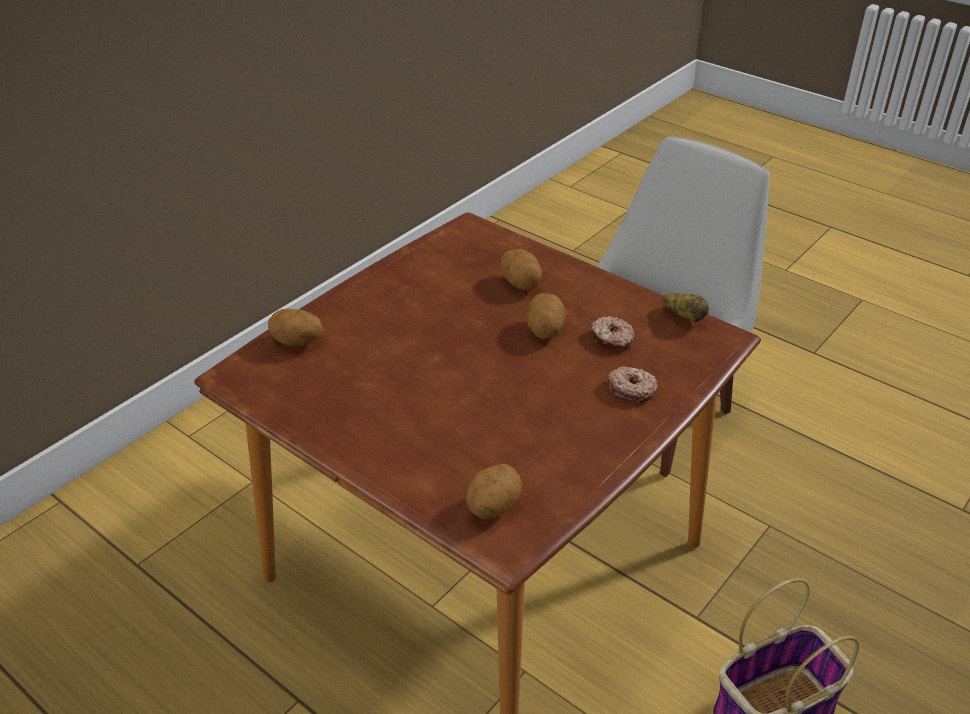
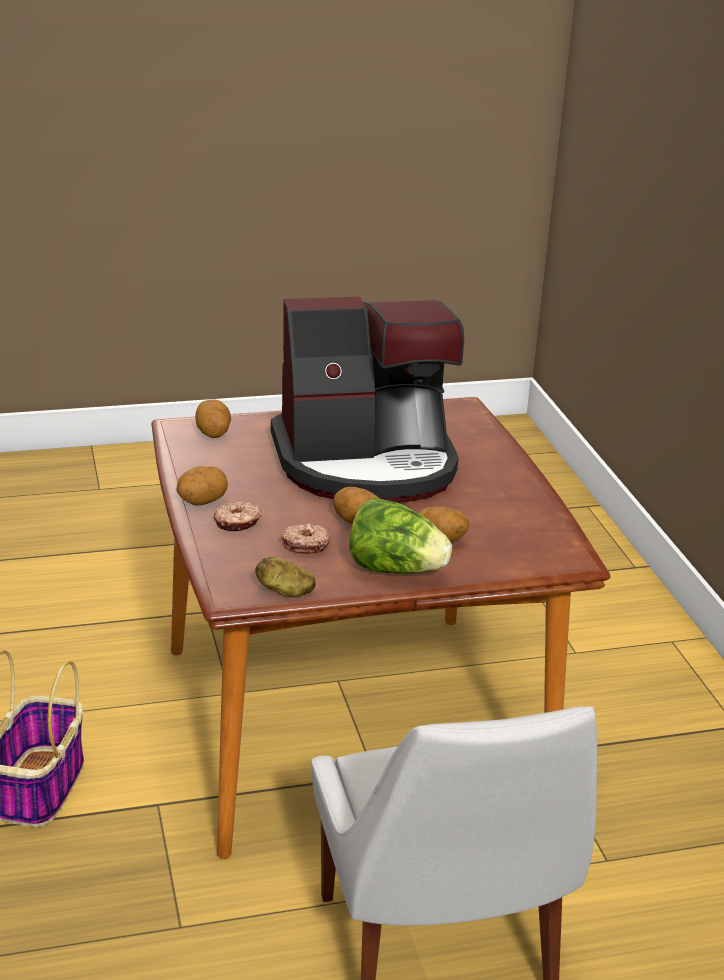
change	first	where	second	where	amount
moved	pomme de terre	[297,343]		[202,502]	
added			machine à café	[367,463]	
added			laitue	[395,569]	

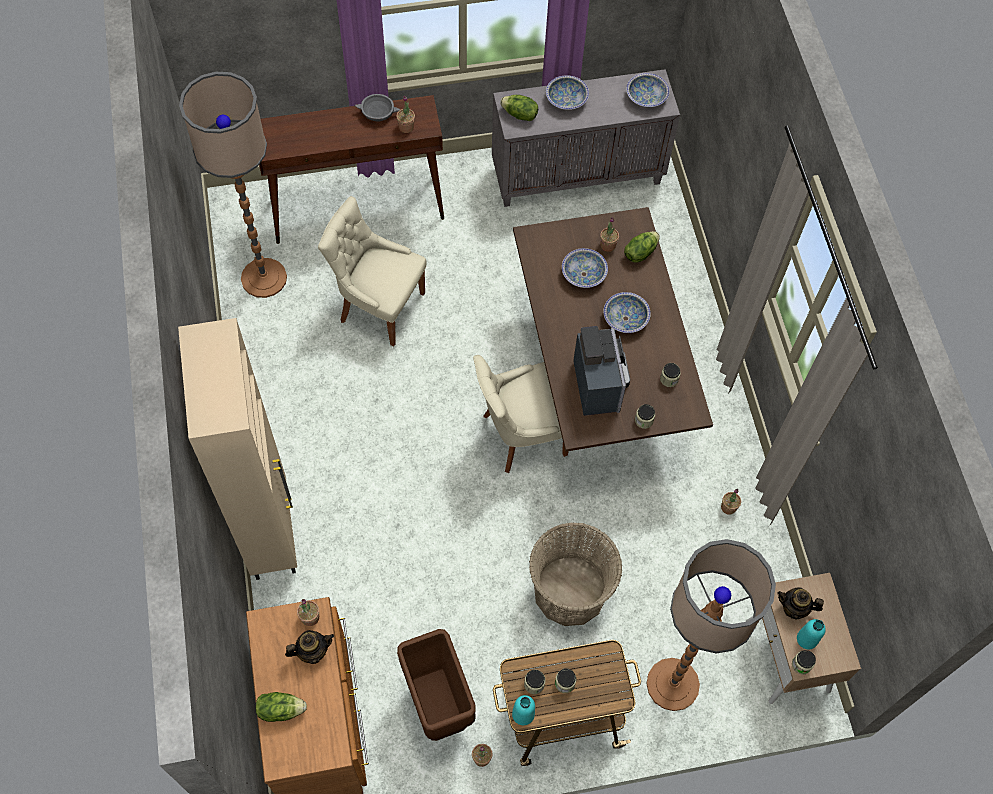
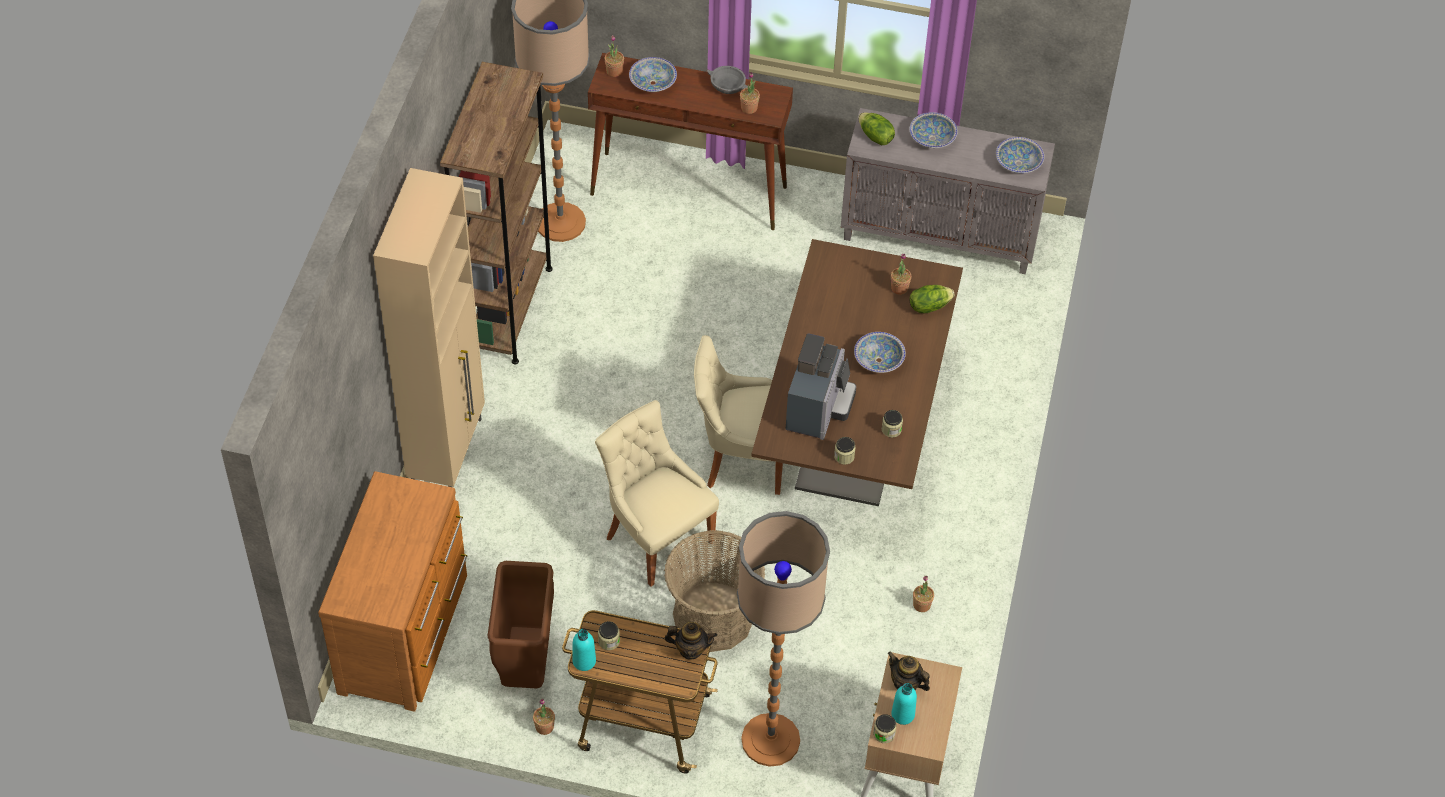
change	first	where	second	where	amount
removed	laitue	[281,709]			
moved	théière	[312,651]		[690,649]	
moved	plante en pot	[310,617]		[614,71]	
moved	chaise (beige)	[379,306]		[656,537]	
removed	bocal	[565,683]			
moved	bol	[583,274]		[653,83]	
added			bibliothèque (marron)	[508,309]	

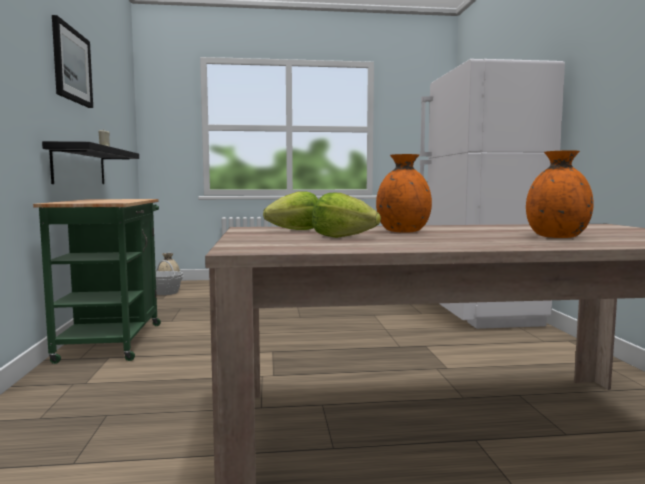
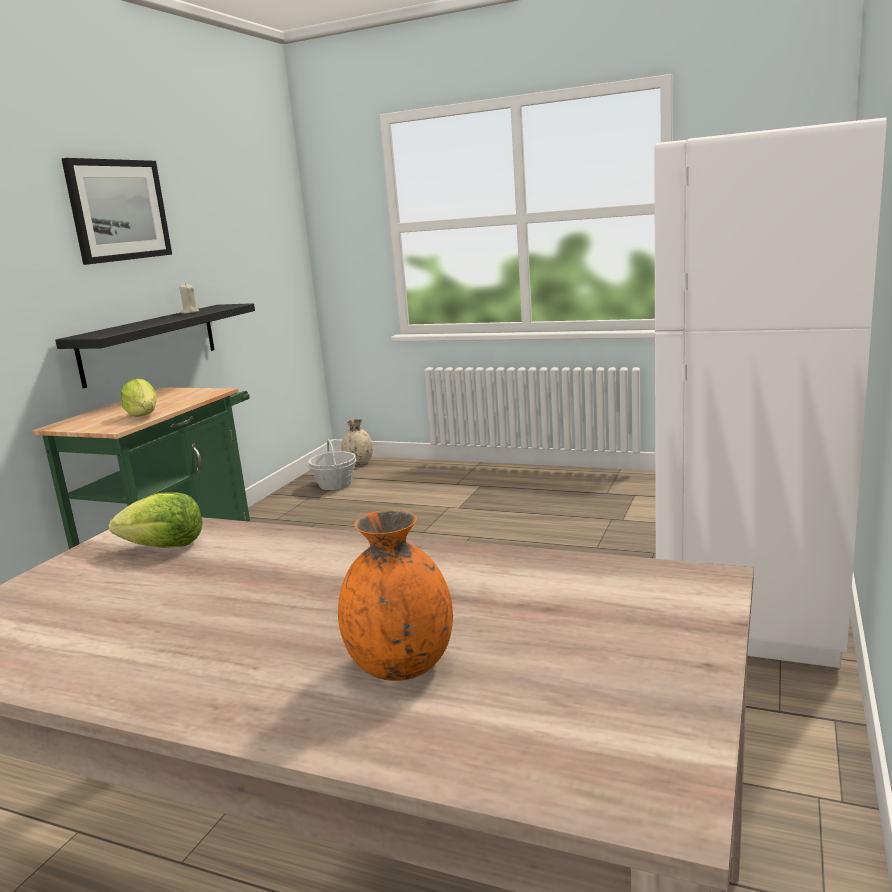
change	first	where	second	where	amount
moved	laitue	[342,237]		[144,415]	
removed	vase (orange)	[402,231]			

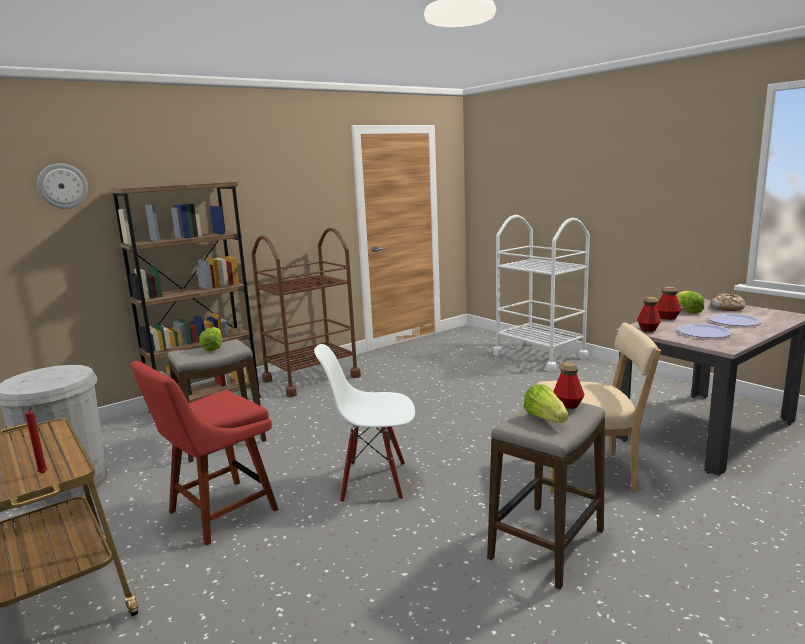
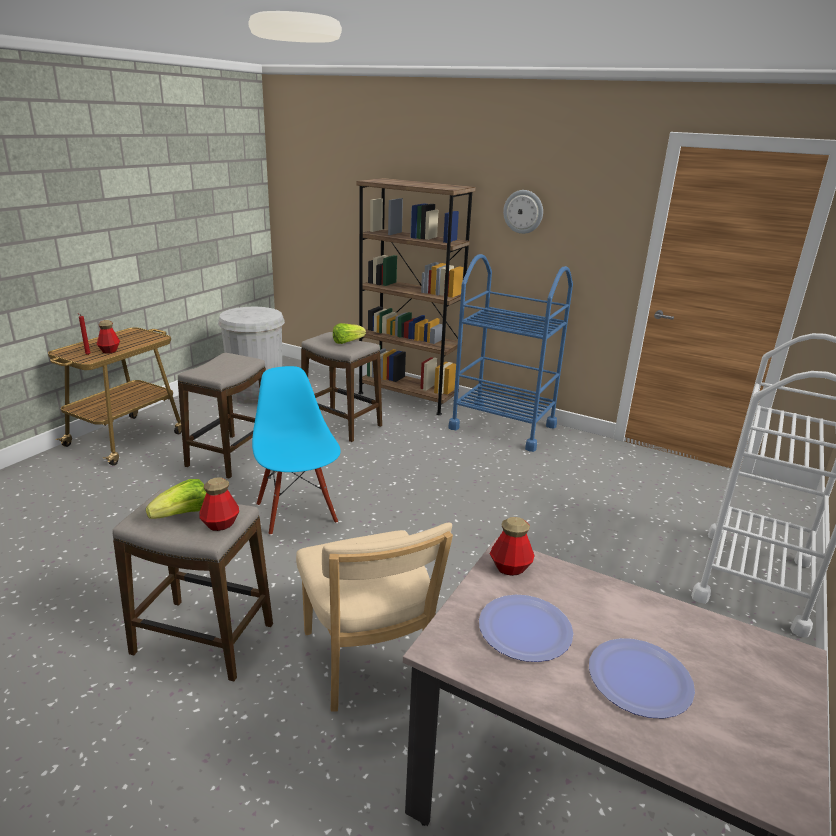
change	first	where	second	where	amount
moved	horloge murale	[62,186]		[523,211]	
replaced	chaise (rouge)	[217,513]	tabouret	[230,456]	
recoloured	chariot (marron)	[311,378]	chariot (bleu)	[503,427]	
recoloured	chaise (blanc)	[373,481]	chaise (bleu)	[298,513]	
moved	bouteille	[667,318]		[109,351]	
removed	laitue	[687,311]			
removed	pain	[727,308]			

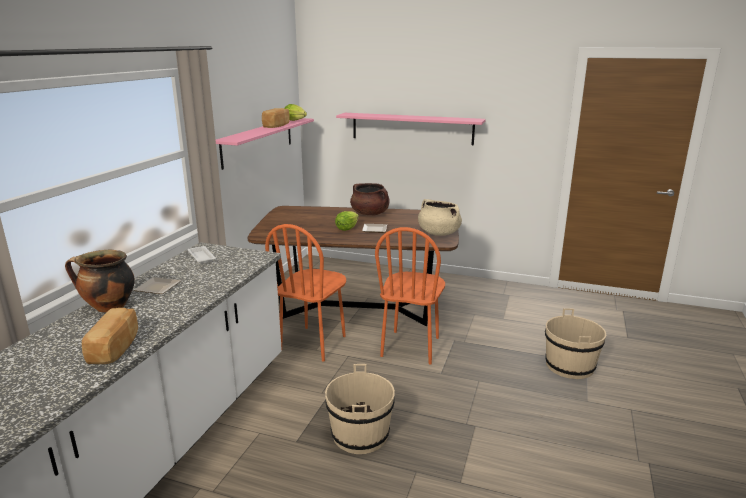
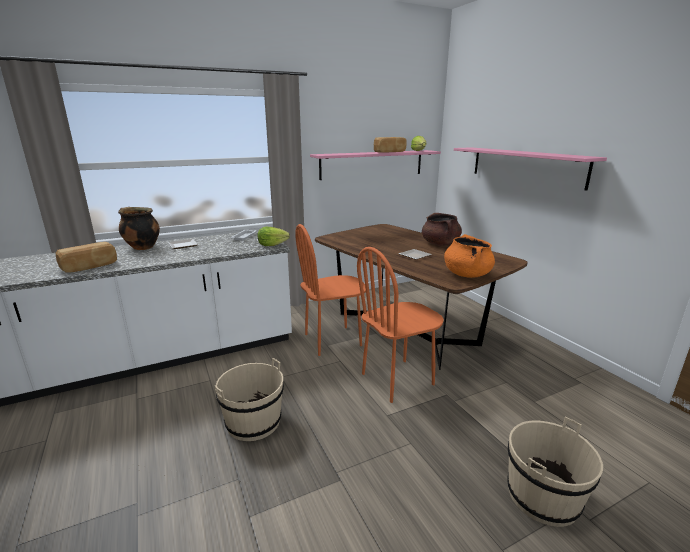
change	first	where	second	where	amount
moved	laitue	[347,228]		[272,245]	
recoloured	marmite (beige)	[438,233]	marmite (orange)	[467,274]	

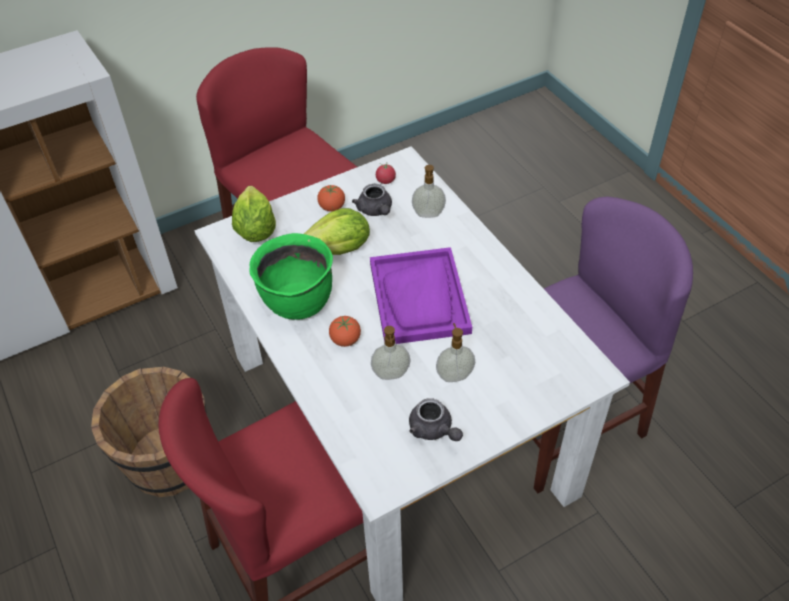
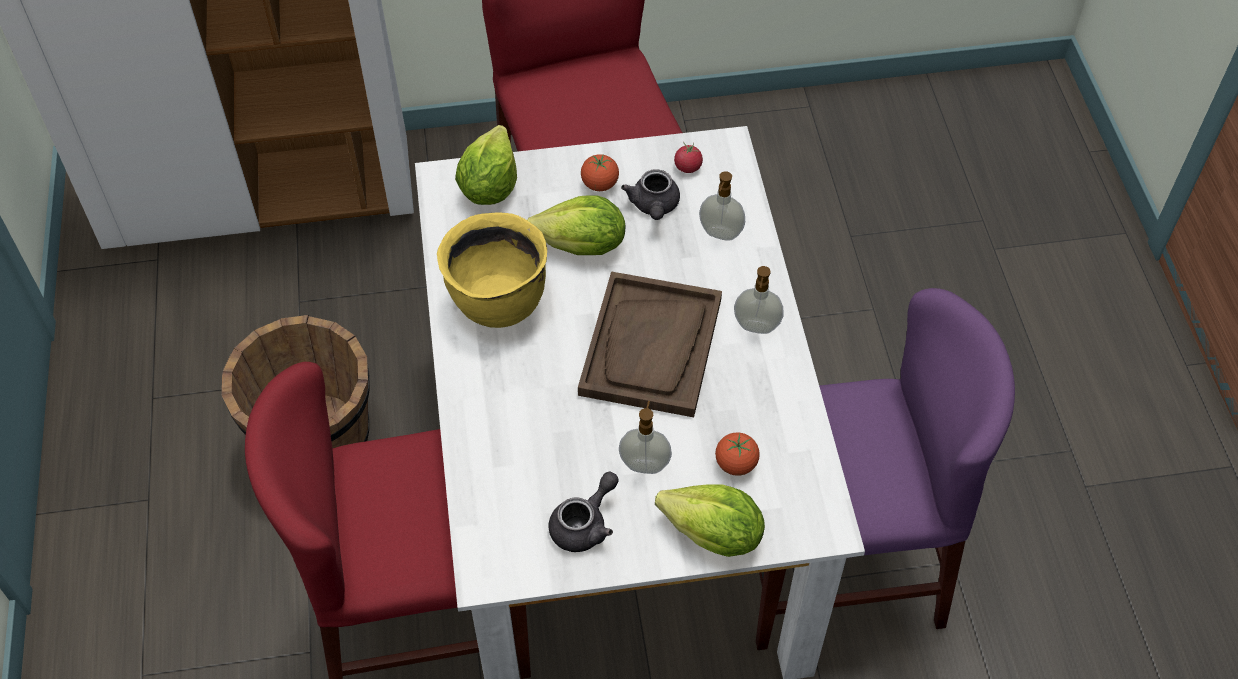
change	first	where	second	where	amount
recoloured	marmite (vert)	[297,302]	marmite (jaune)	[497,302]	
moved	tomate	[345,340]		[736,464]	
recoloured	plateau (violet)	[419,298]	plateau (marron)	[651,347]	
moved	distributeur de savon	[391,375]		[756,327]	
turned	théière (gris)	[433,430]		[585,524]	120 degrees counterclockwise
added			laitue	[713,536]	

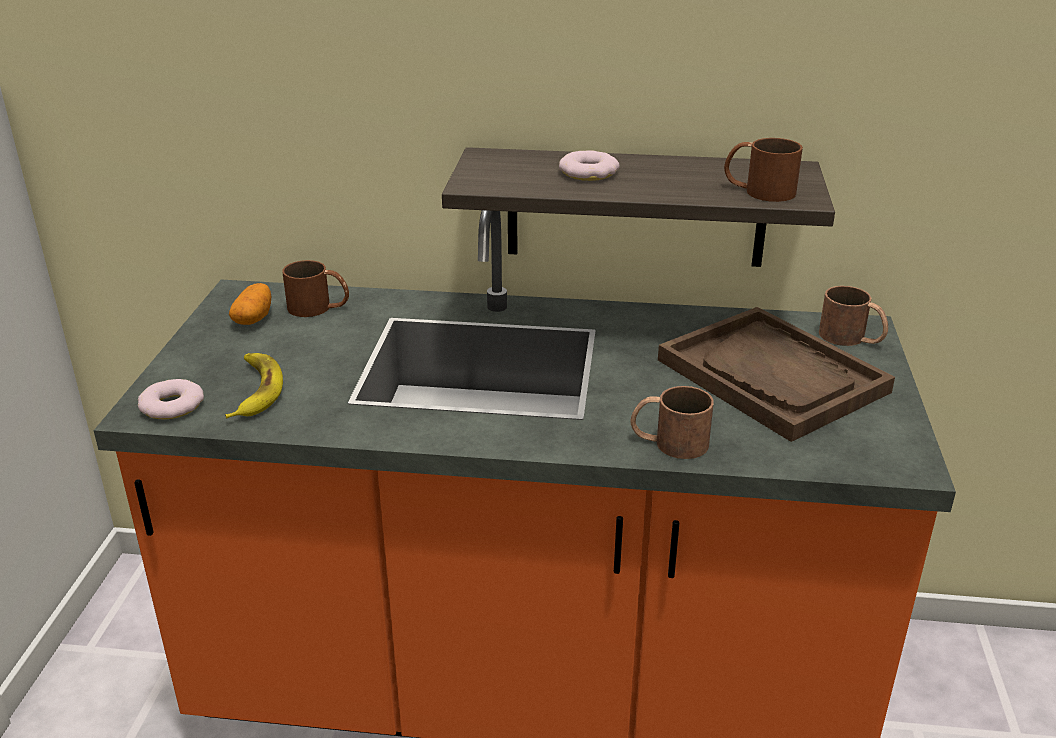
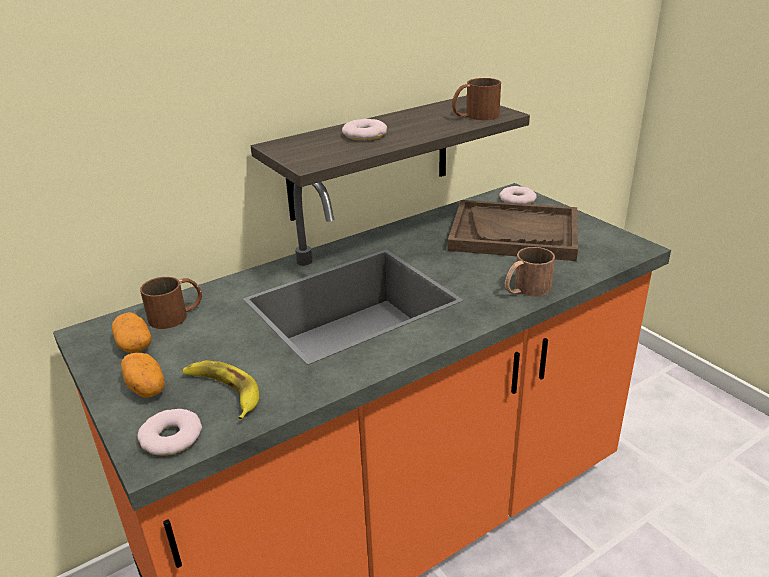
change	first	where	second	where	amount
replaced	mug (marron)	[852,338]	beignet	[517,200]	
added			pomme de terre	[146,387]	

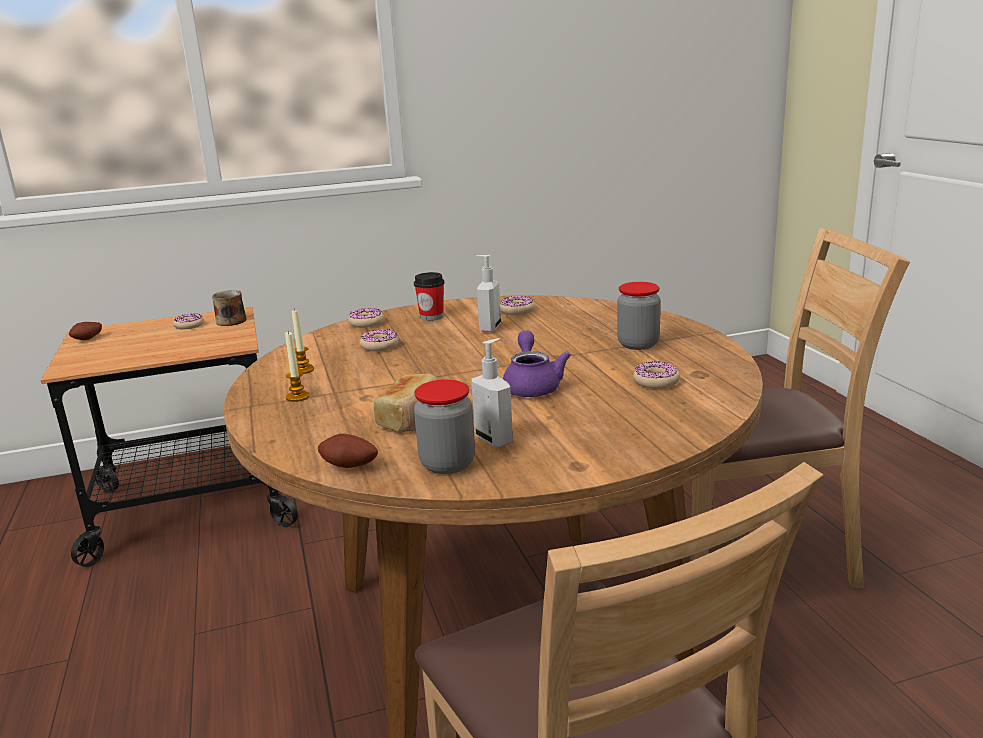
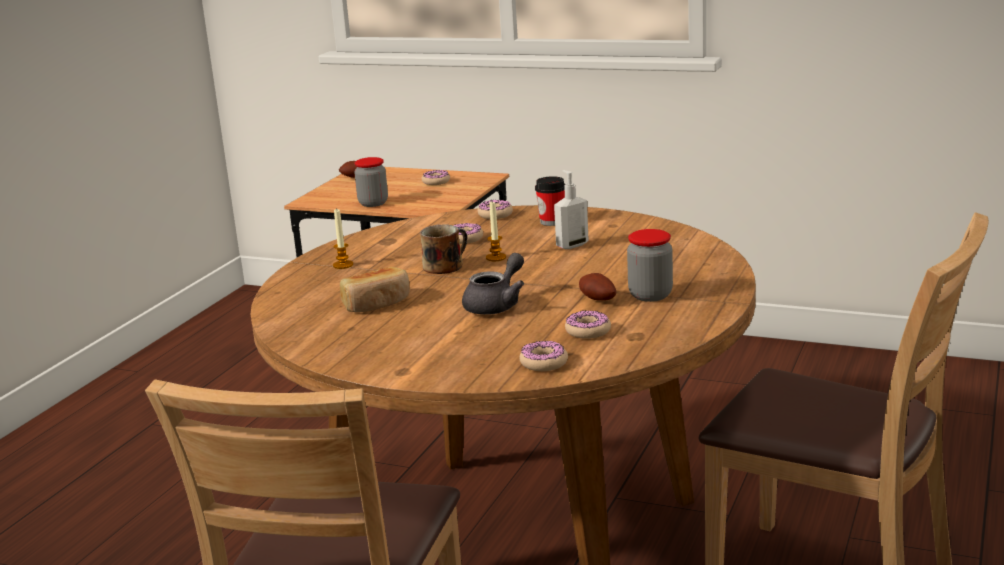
change	first	where	second	where	amount
moved	mug	[232,320]		[444,266]	
moved	bougie	[303,370]		[496,258]	
moved	pomme de terre	[348,467]		[597,300]	
moved	bocal	[447,464]		[373,203]	
removed	distributeur de savon	[494,439]			
moved	beignet	[517,311]		[544,363]	
recoloured	théière (violet)	[532,386]	théière (gris)	[496,305]	

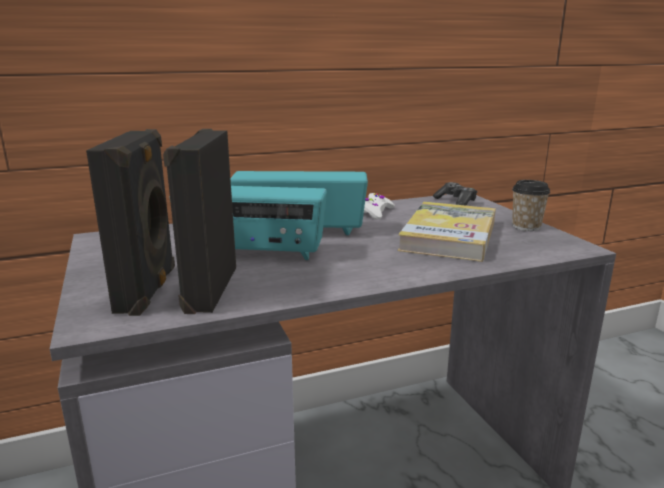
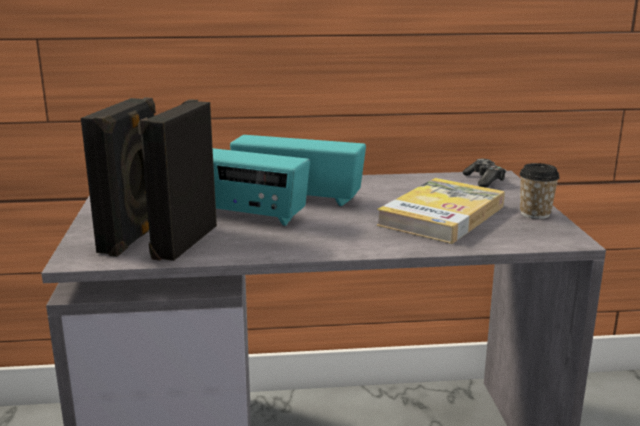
change	first	where	second	where	amount
removed	manette (blanc)	[375,212]			

